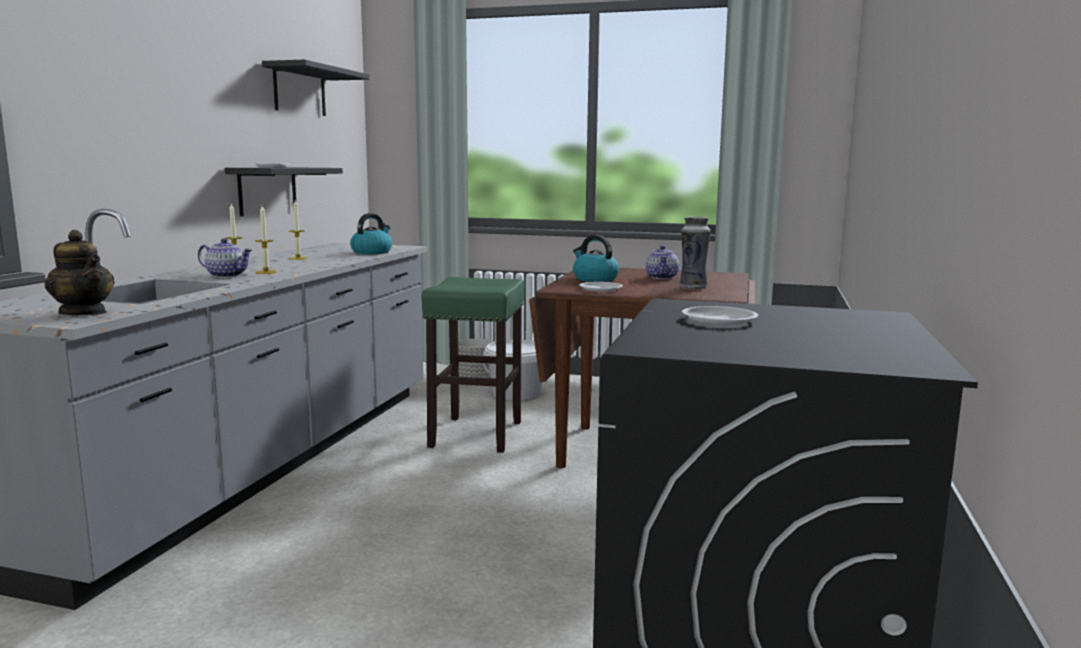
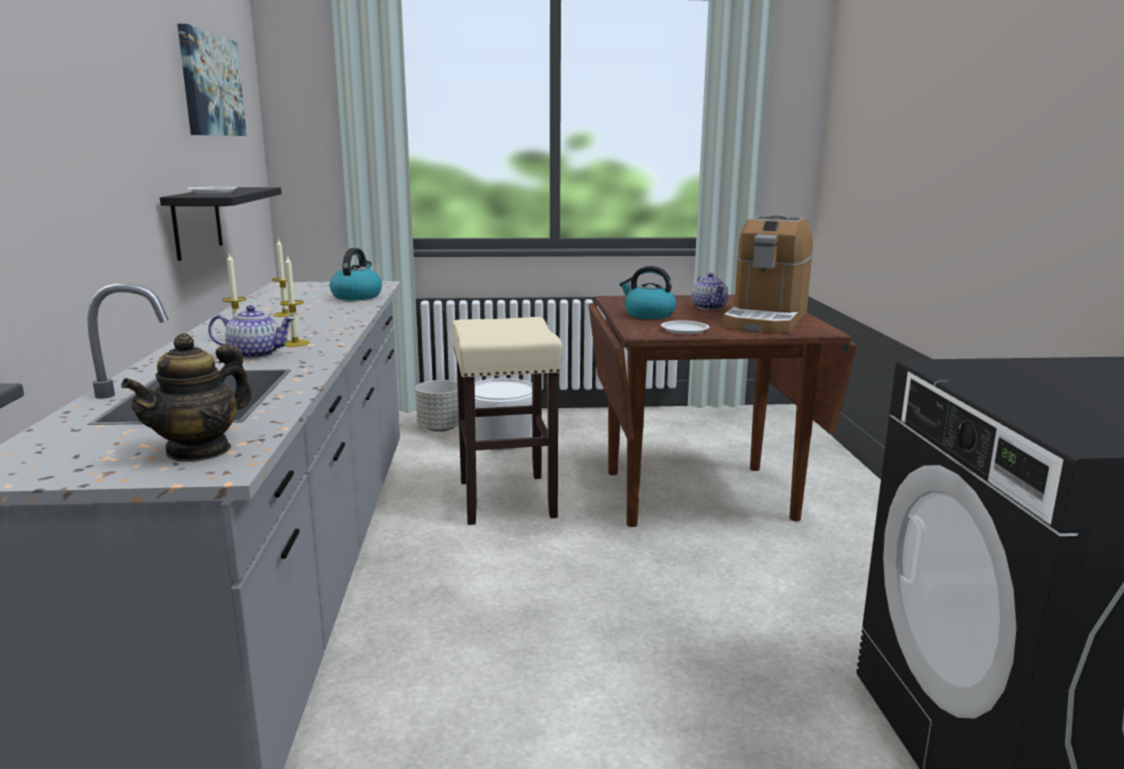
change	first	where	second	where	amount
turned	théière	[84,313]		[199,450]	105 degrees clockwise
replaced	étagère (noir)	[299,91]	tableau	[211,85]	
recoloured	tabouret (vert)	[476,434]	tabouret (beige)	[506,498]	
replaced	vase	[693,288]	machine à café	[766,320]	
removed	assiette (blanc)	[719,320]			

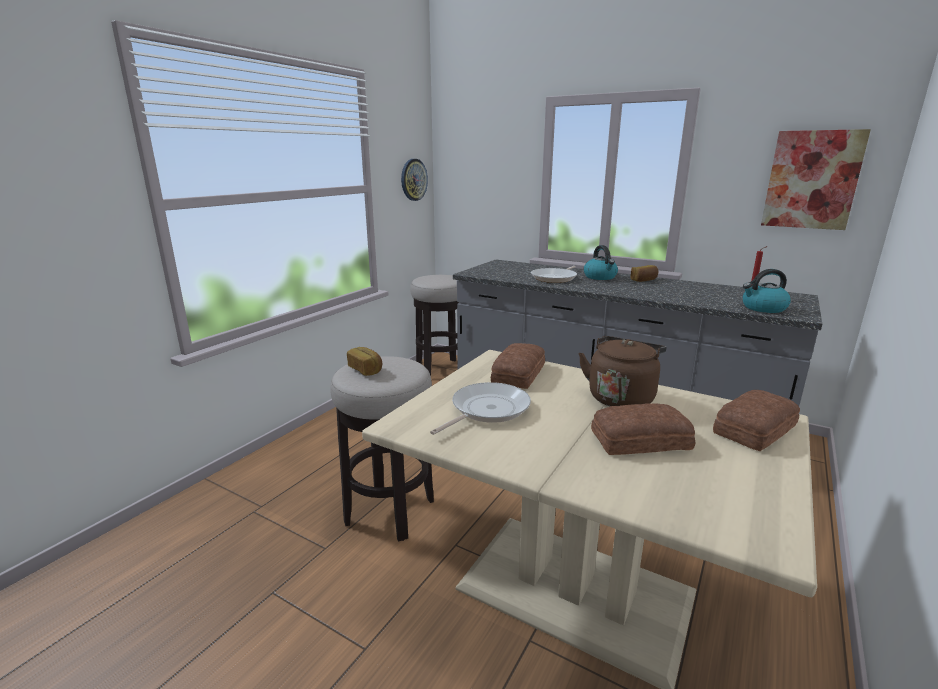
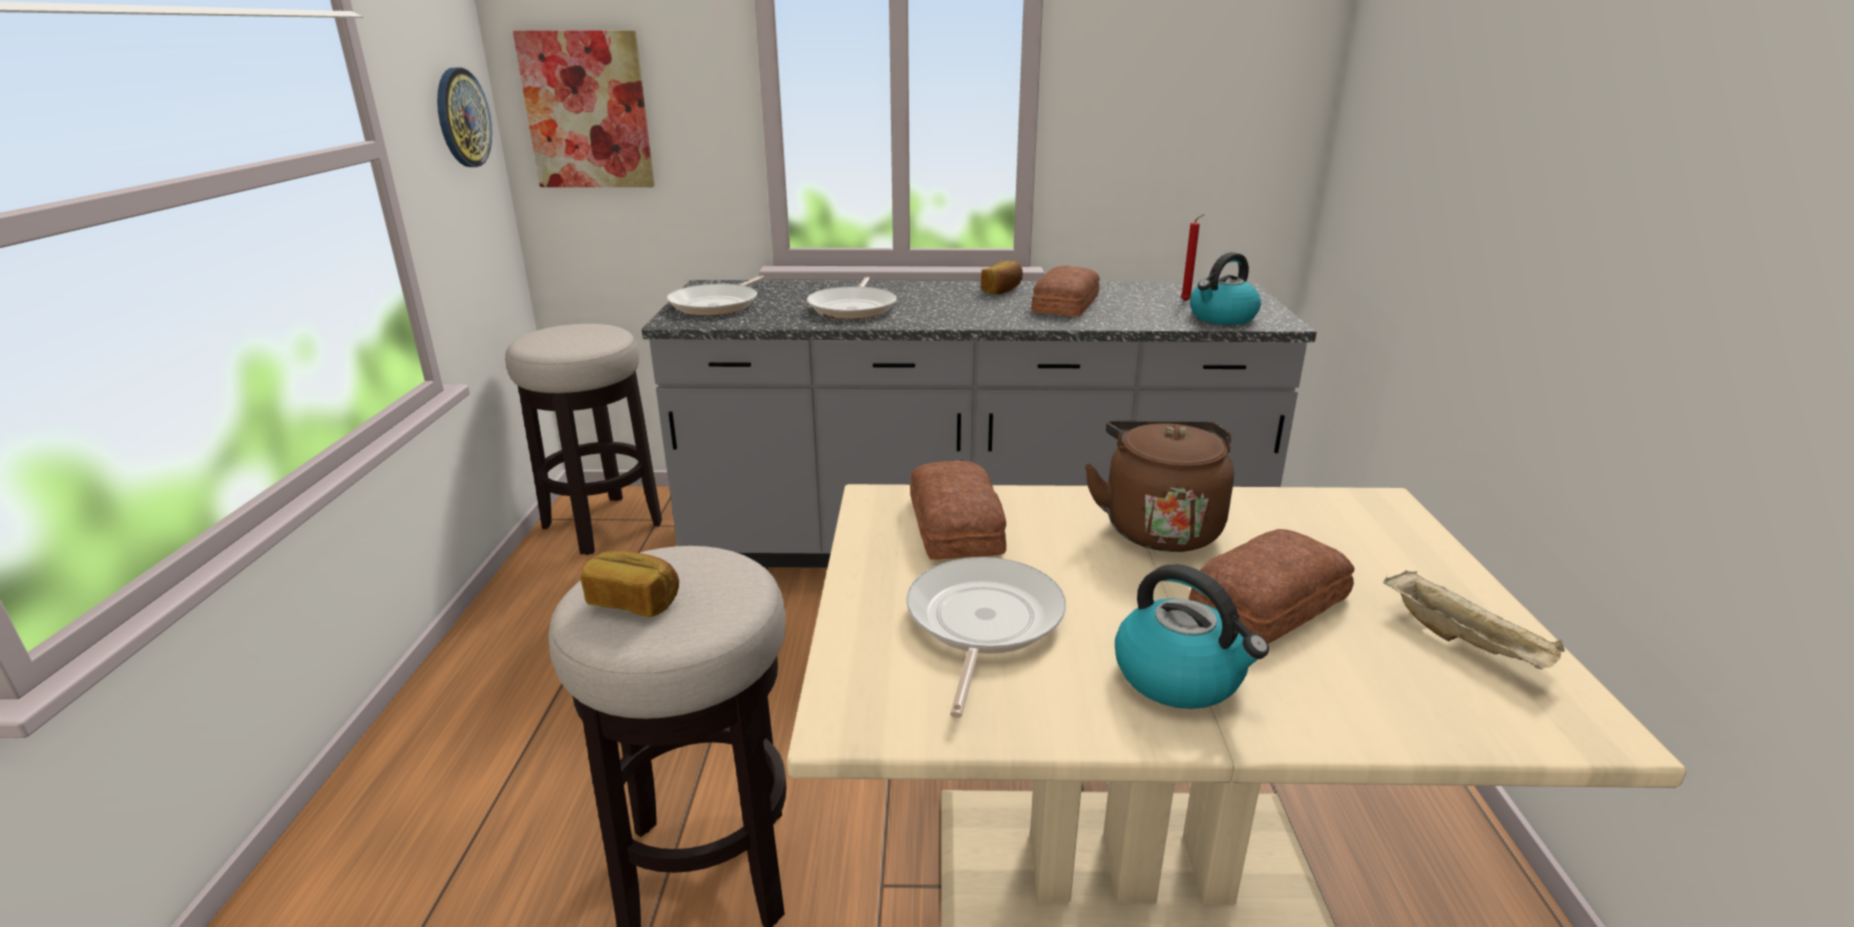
change	first	where	second	where	amount
moved	bouilloire	[600,277]		[1180,677]	
moved	pain	[752,429]		[1063,304]	
moved	tableau	[812,180]		[587,110]	
added			poêle	[717,305]	
added			plateau (beige)	[1465,642]	

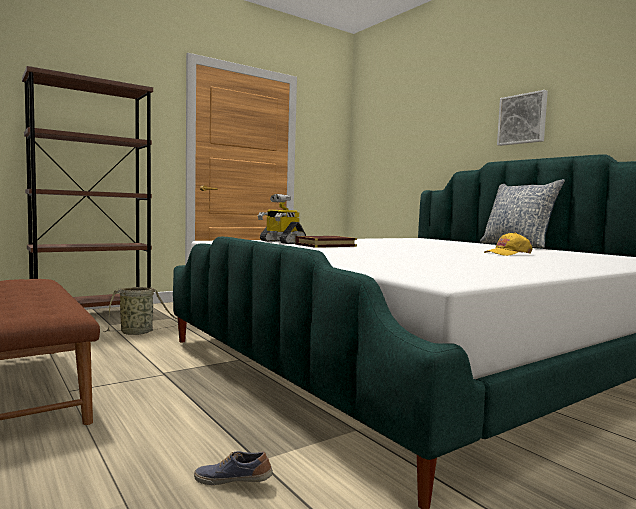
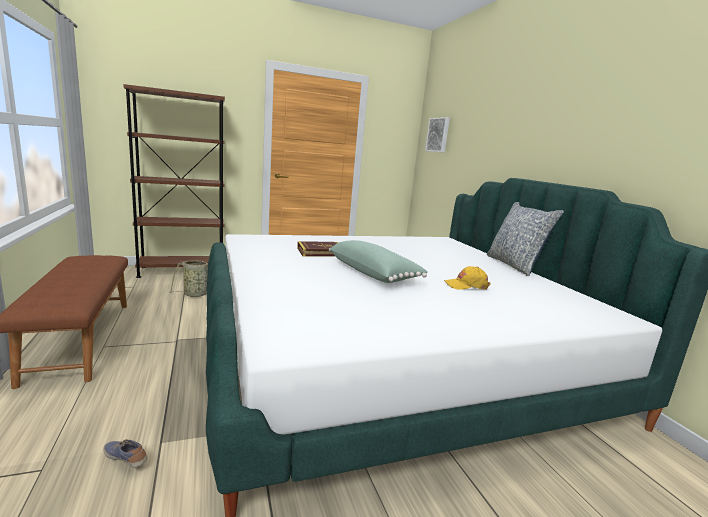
change	first	where	second	where	amount
removed	robot jouet	[281,242]			
moved	tableau	[522,119]		[438,135]	
added			coussin (vert)	[373,273]	

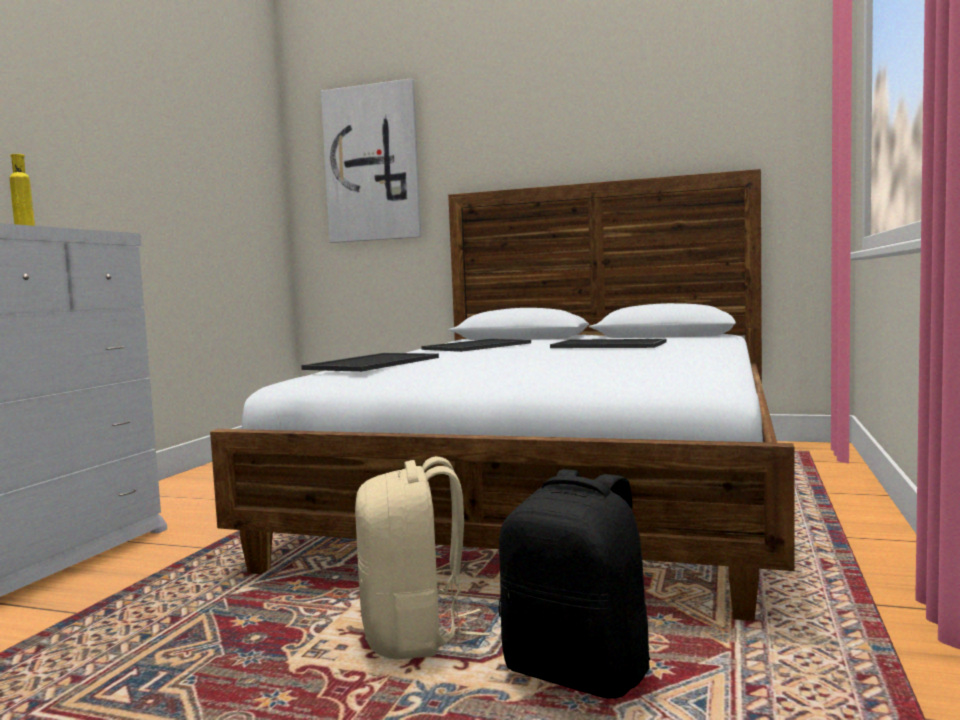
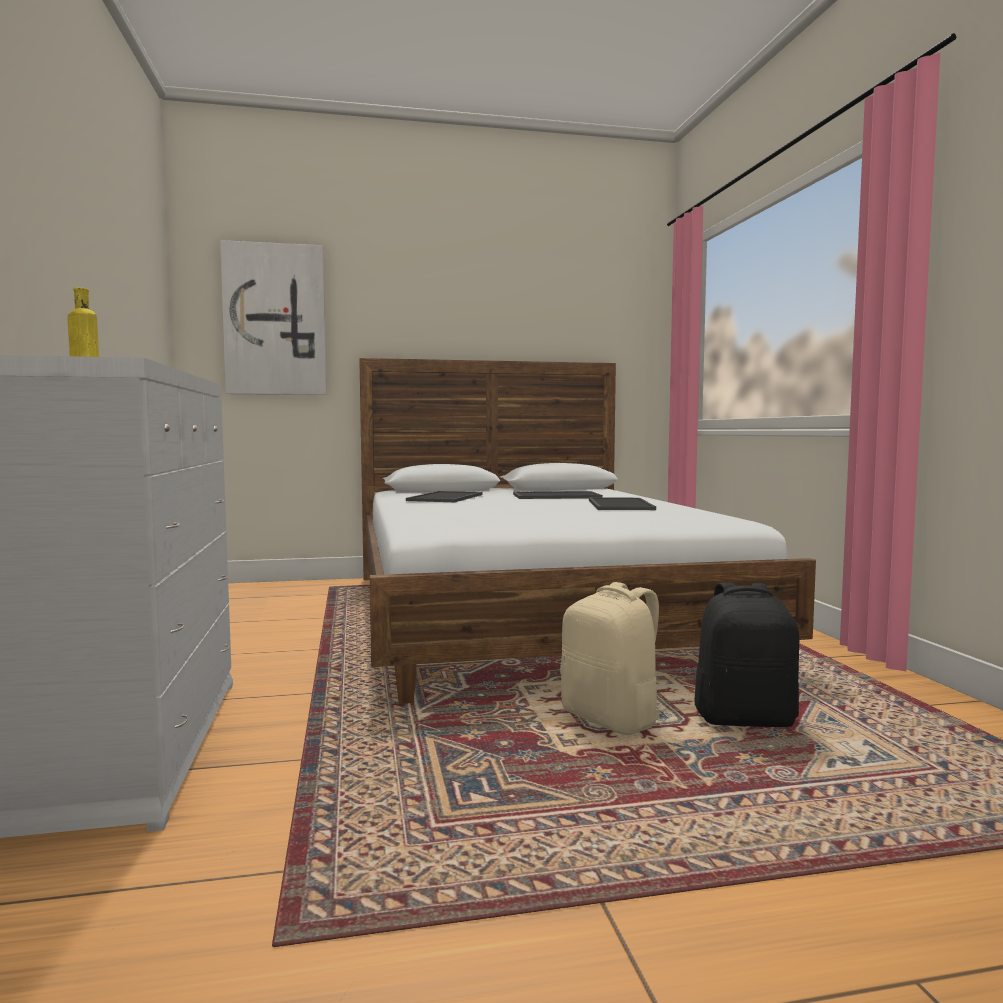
change	first	where	second	where	amount
moved	plateau	[372,363]		[618,505]	

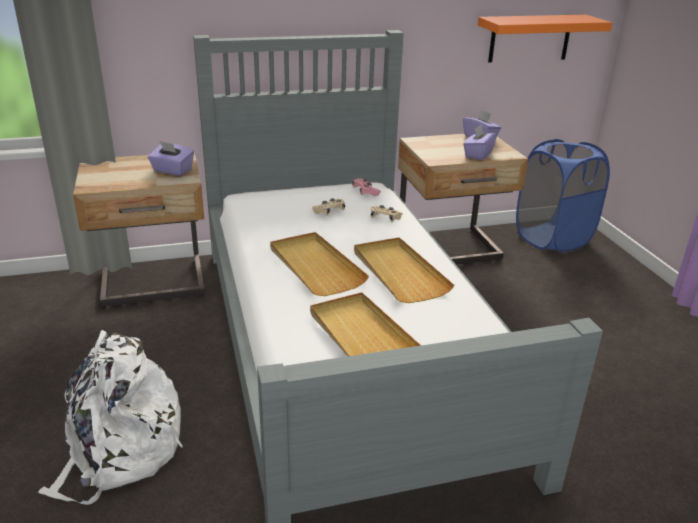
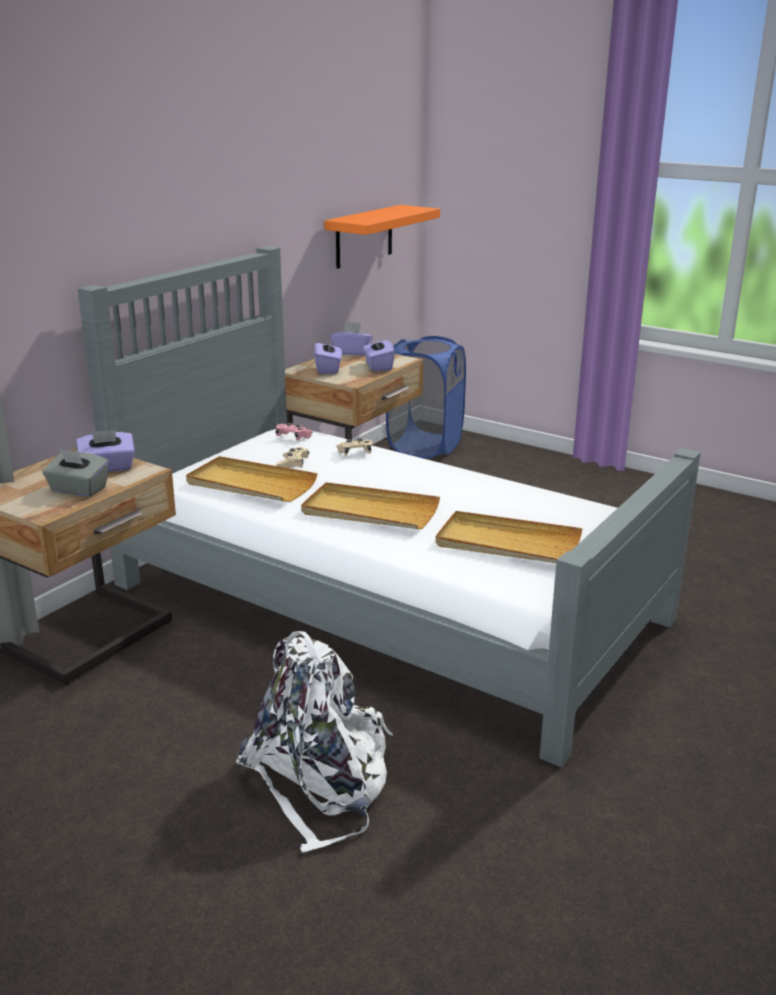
change	first	where	second	where	amount
moved	plateau (beige)	[399,272]		[250,484]	
added			boîte à mouchoirs (gris)	[78,490]	
added			boîte à mouchoirs (violet)	[328,369]	

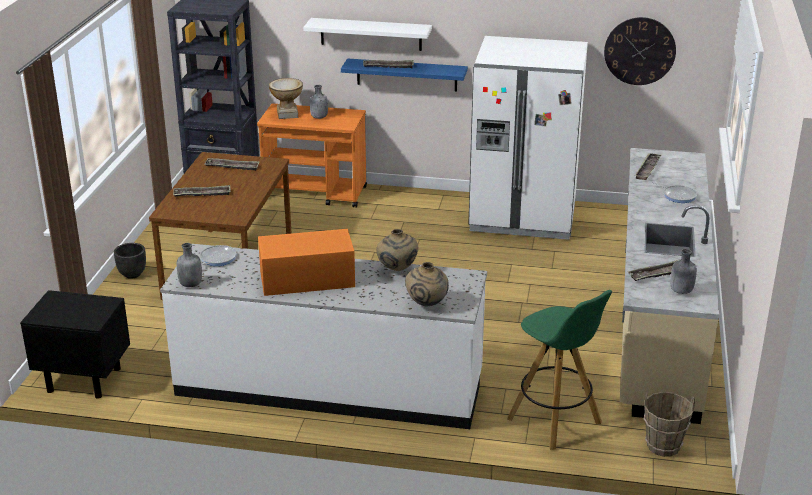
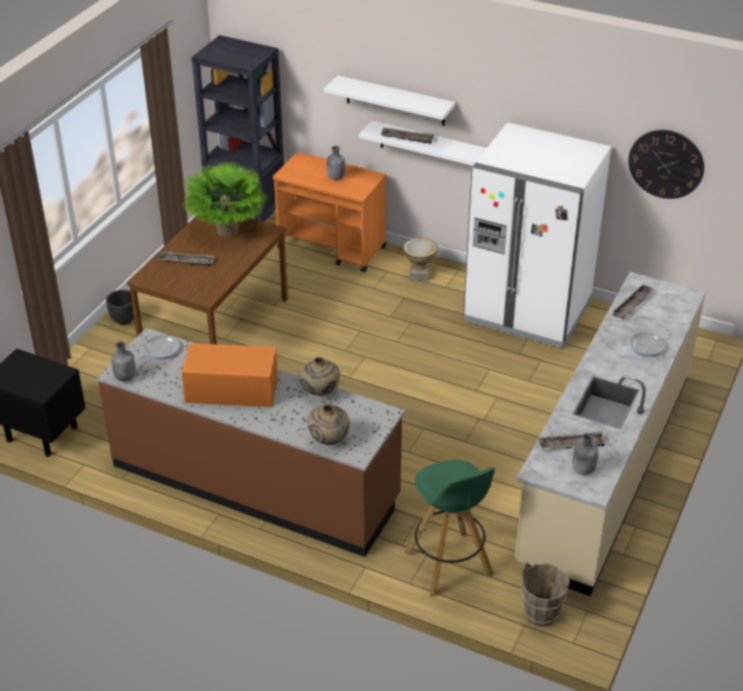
change	first	where	second	where	amount
recoloured	comptoir de cuisine (blanc)	[329,386]	comptoir de cuisine (marron)	[255,482]	
replaced	plateau	[232,167]	plante en pot	[227,230]	
moved	vase	[287,114]		[419,274]	
recoloured	étagère (bleu)	[406,75]	étagère (blanc)	[429,146]	

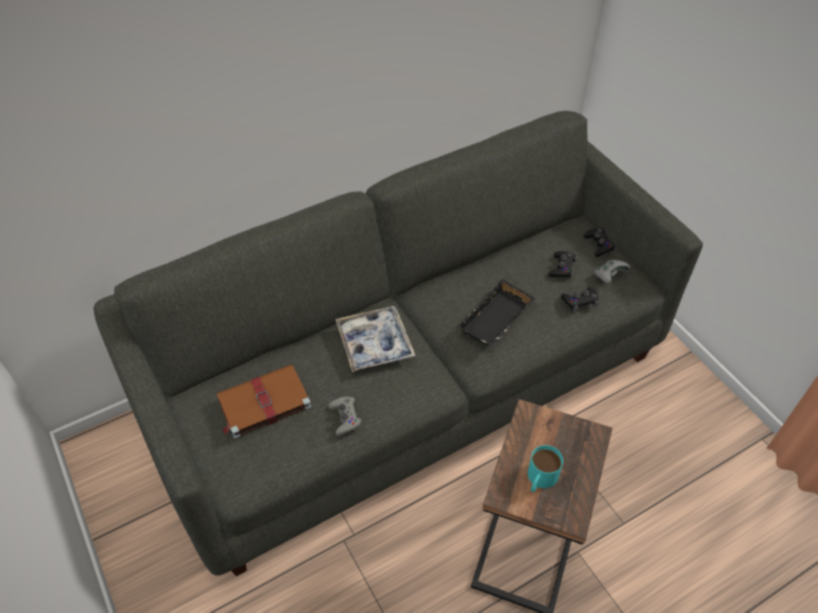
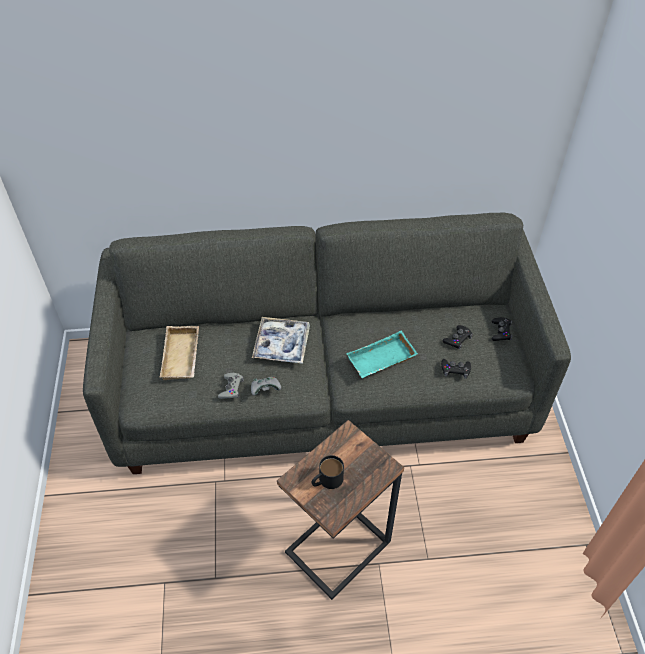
change	first	where	second	where	amount
replaced	livre (marron)	[262,403]	plateau (beige)	[182,357]	
recoloured	plateau (noir)	[497,320]	plateau (turquoise)	[381,360]	
recoloured	mug (turquoise)	[540,479]	mug (noir)	[326,480]	
moved	manette (gris)	[608,276]		[265,390]	

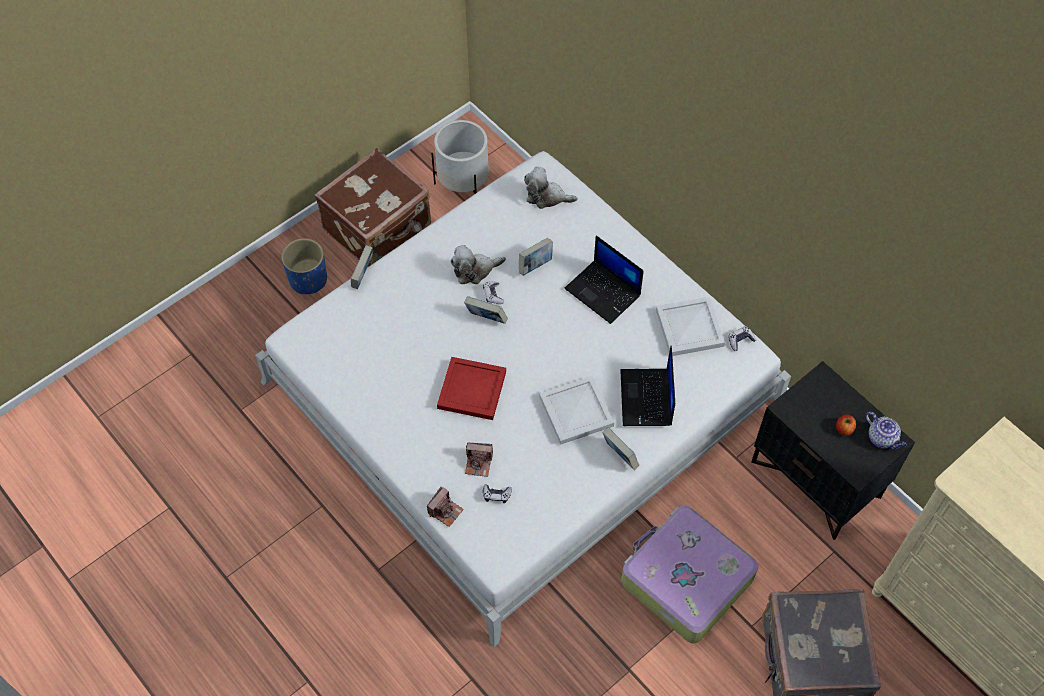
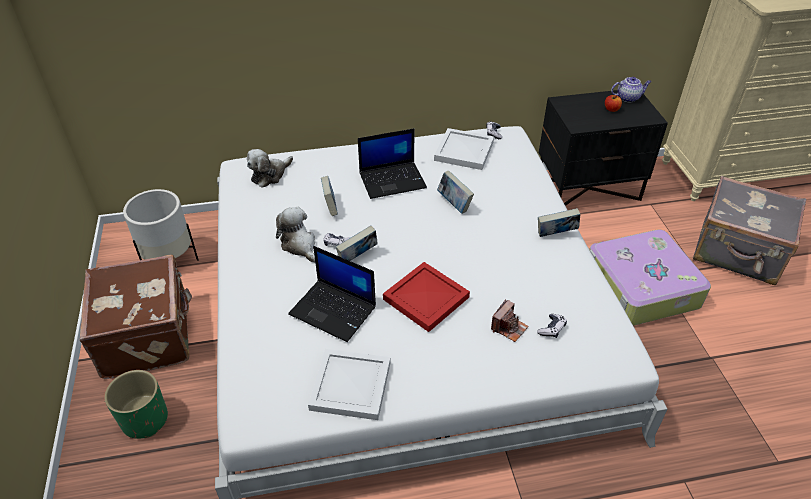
change	first	where	second	where	amount
recoloured	cache-pot (bleu)	[308,280]	cache-pot (vert)	[145,420]	
moved	livre	[363,276]		[454,204]	
removed	appareil photo	[445,511]			
turned	peluche	[475,270]		[299,245]	135 degrees clockwise
moved	plateau (blanc)	[576,410]		[350,385]	
moved	ordinateur portable	[647,399]		[334,310]	

